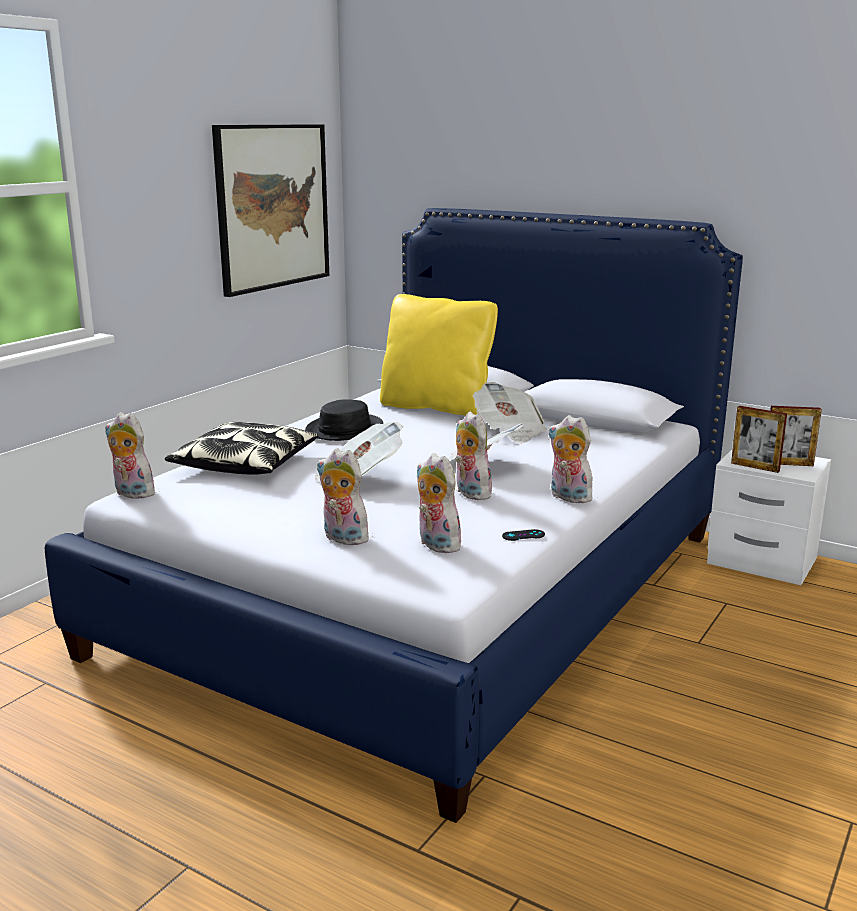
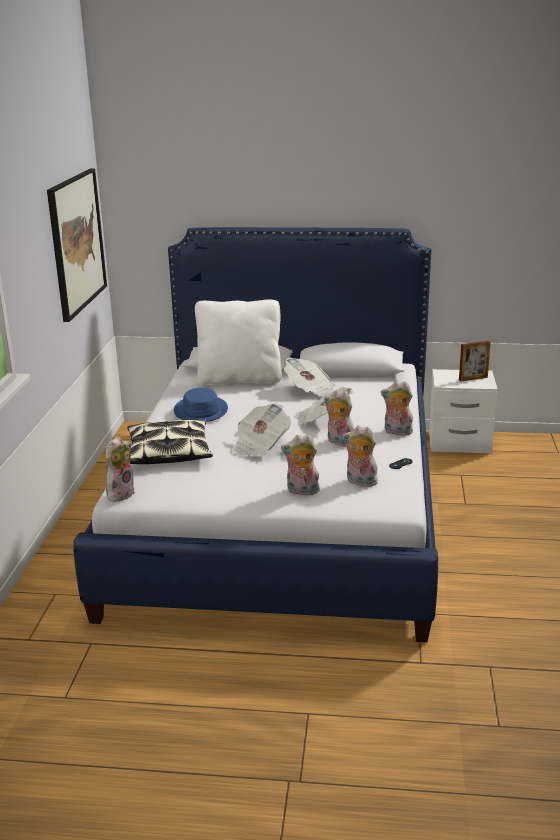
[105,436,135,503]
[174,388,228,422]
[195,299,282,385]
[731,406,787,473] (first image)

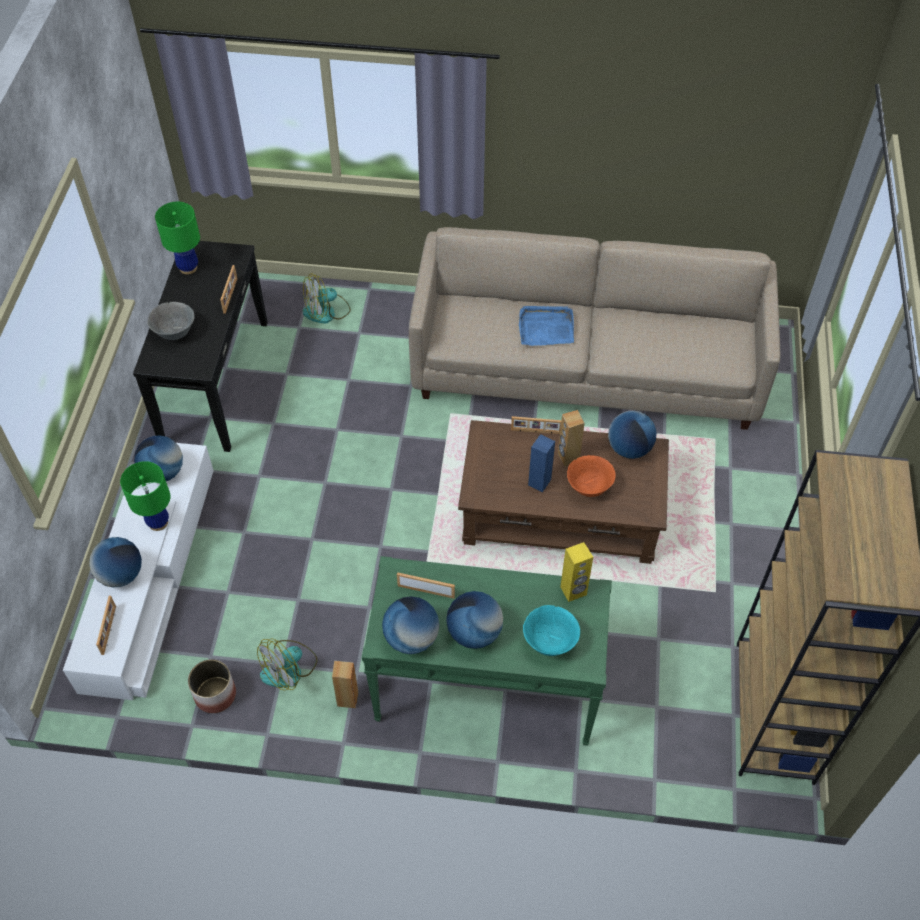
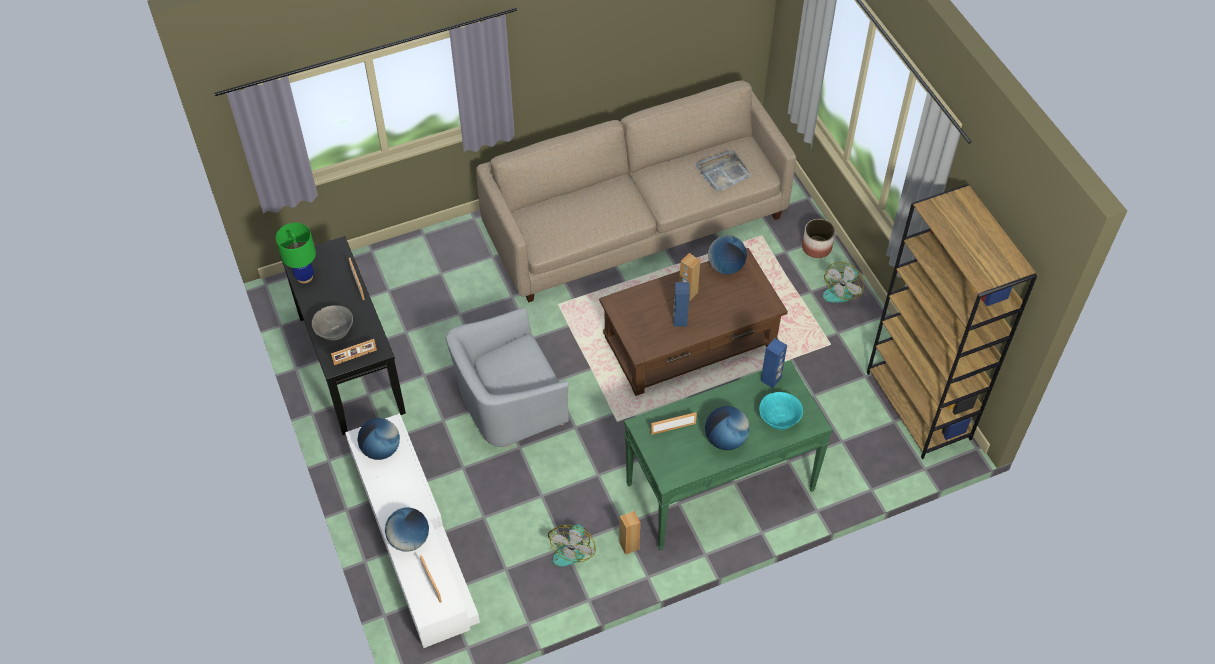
[331,339,377,365]
[446,307,569,447]
[697,150,751,192]
[761,338,787,388]
[802,219,835,258]
[822,262,864,303]
[120,461,170,531] (first image)
[382,596,439,654] (first image)
[519,306,574,346] (first image)
[567,455,616,497] (first image)

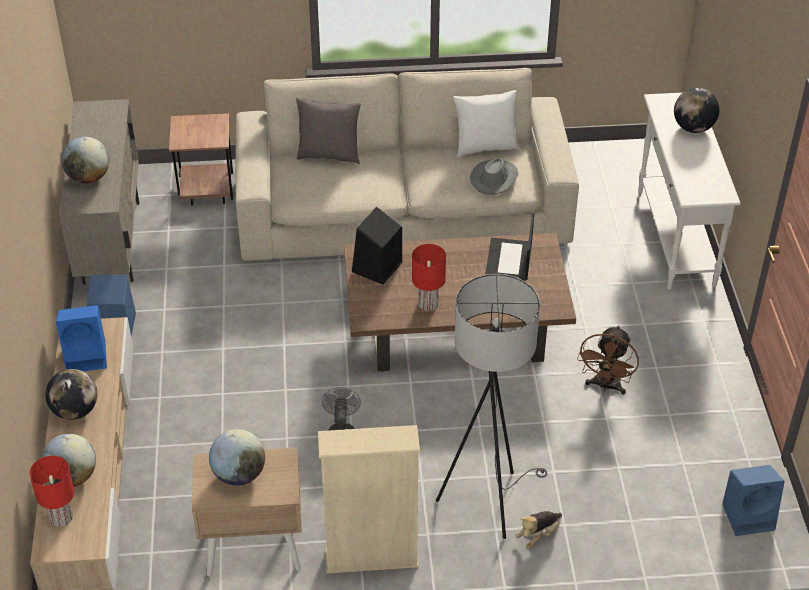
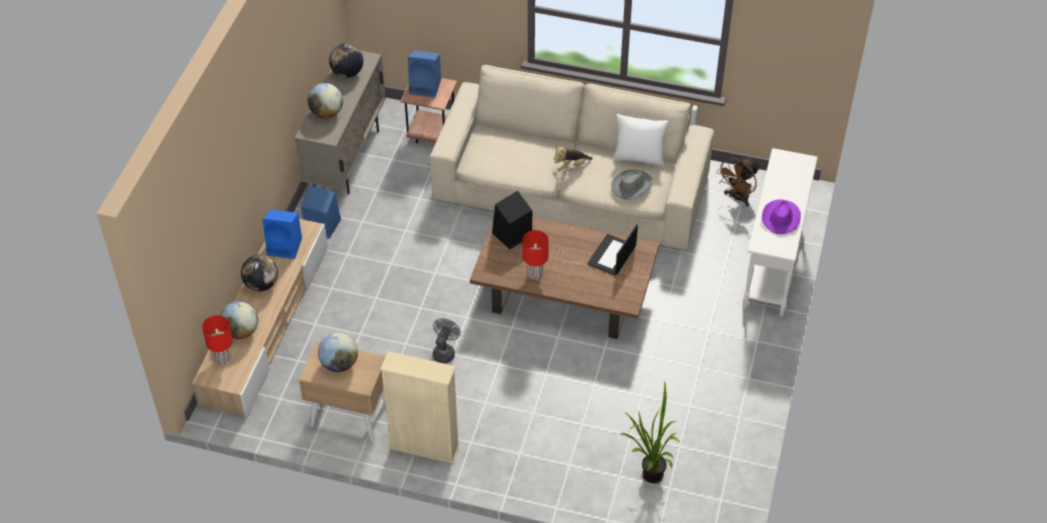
[329,43,363,78]
[408,50,441,98]
[554,147,593,171]
[620,381,680,483]
[716,157,760,206]
[762,200,801,234]
[296,98,361,164] (first image)
[436,274,547,539] (first image)

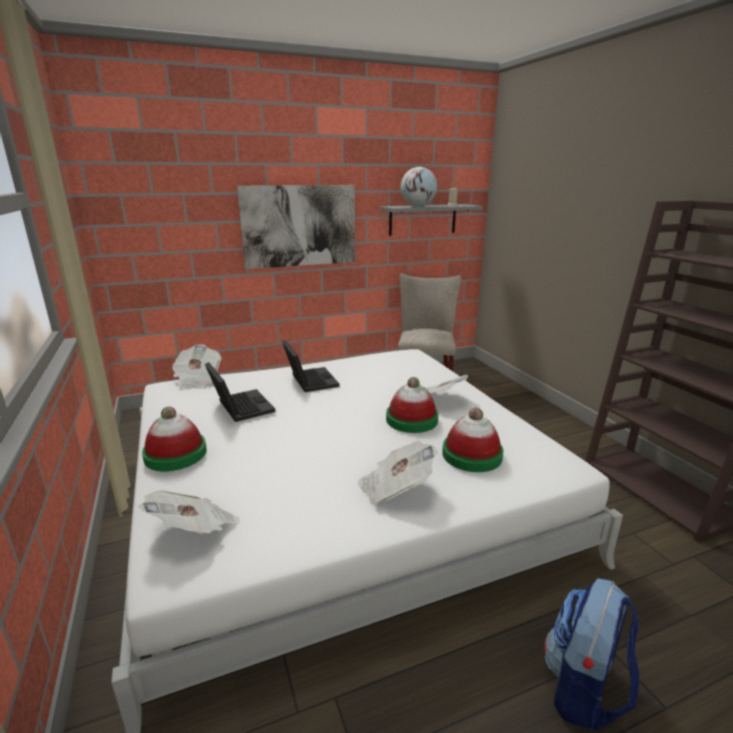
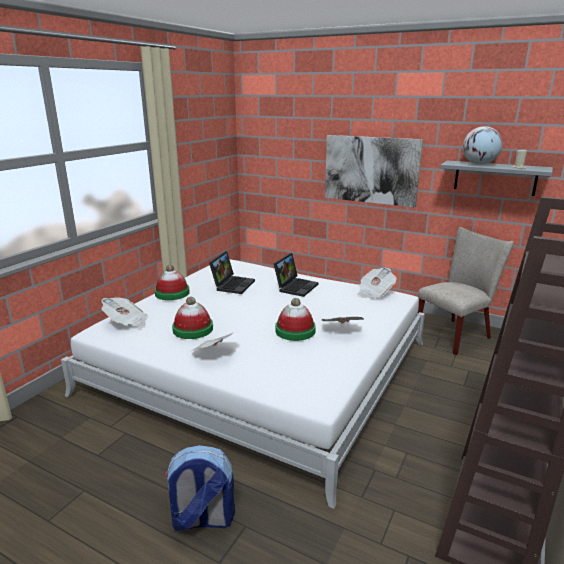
[172,297,213,339]
[357,268,396,299]

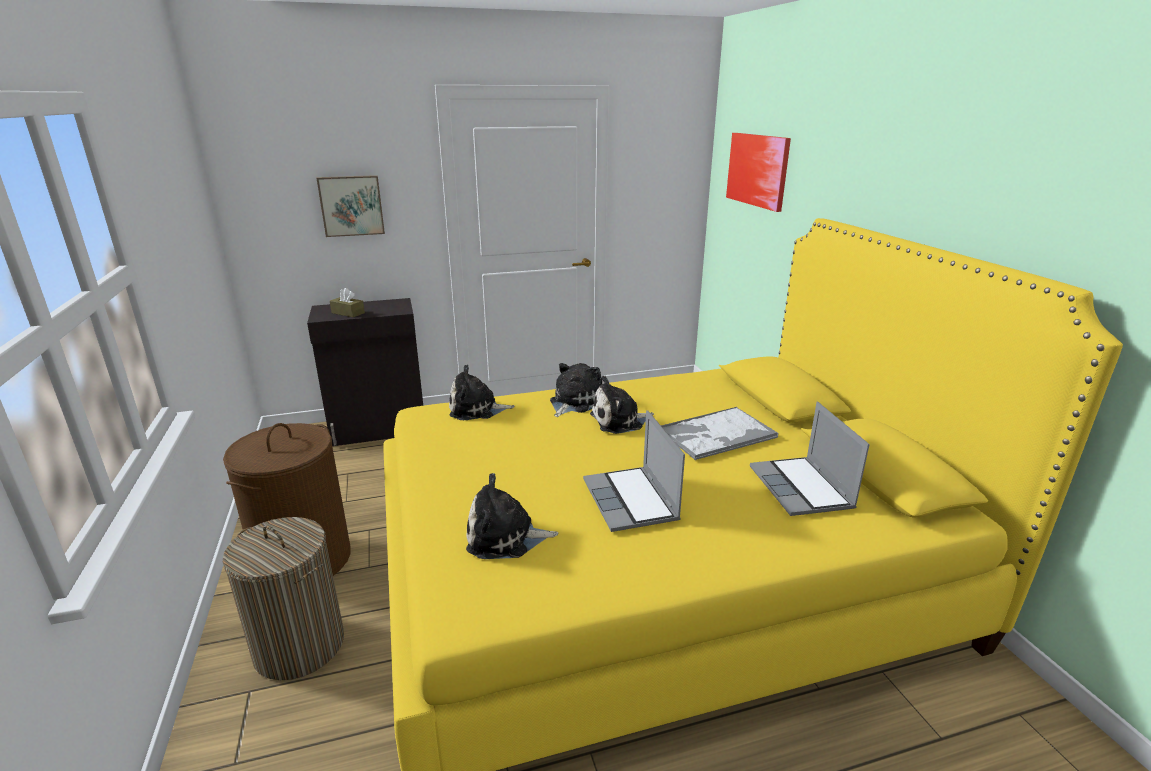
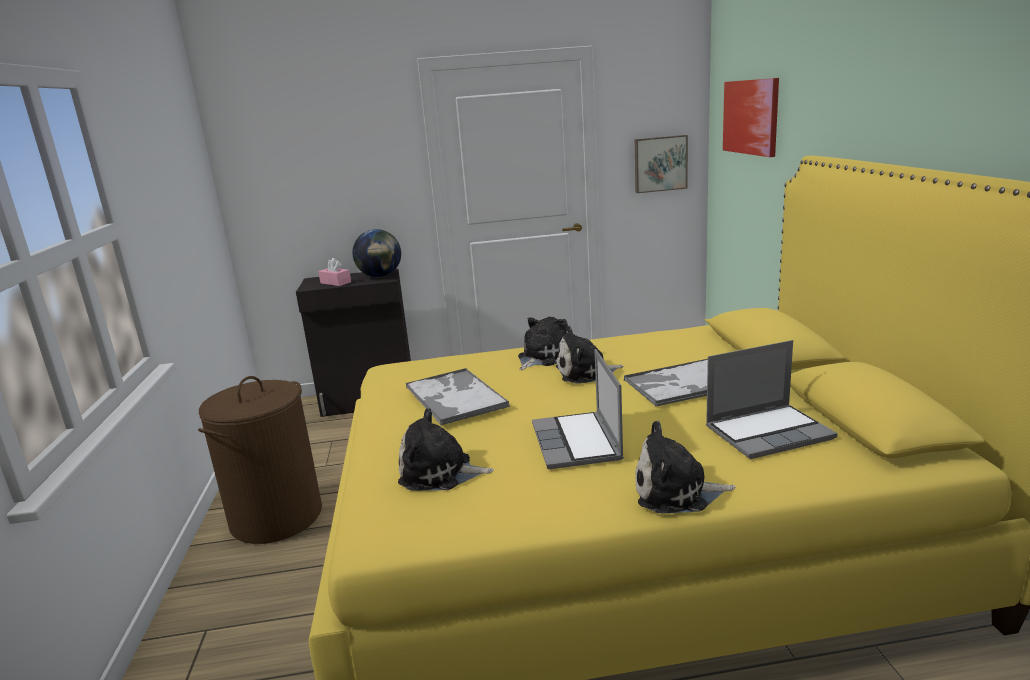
[318,258,351,286]
[352,229,401,277]
[406,368,510,426]
[635,135,688,193]
[635,421,735,513]
[706,340,838,459]
[222,517,344,680] (first image)

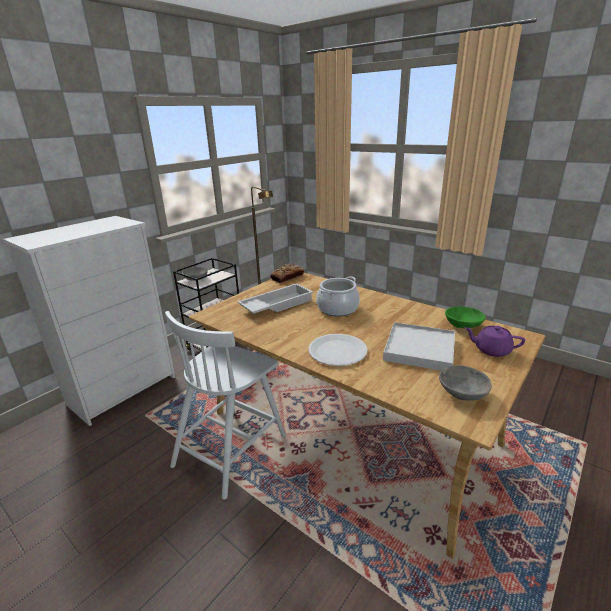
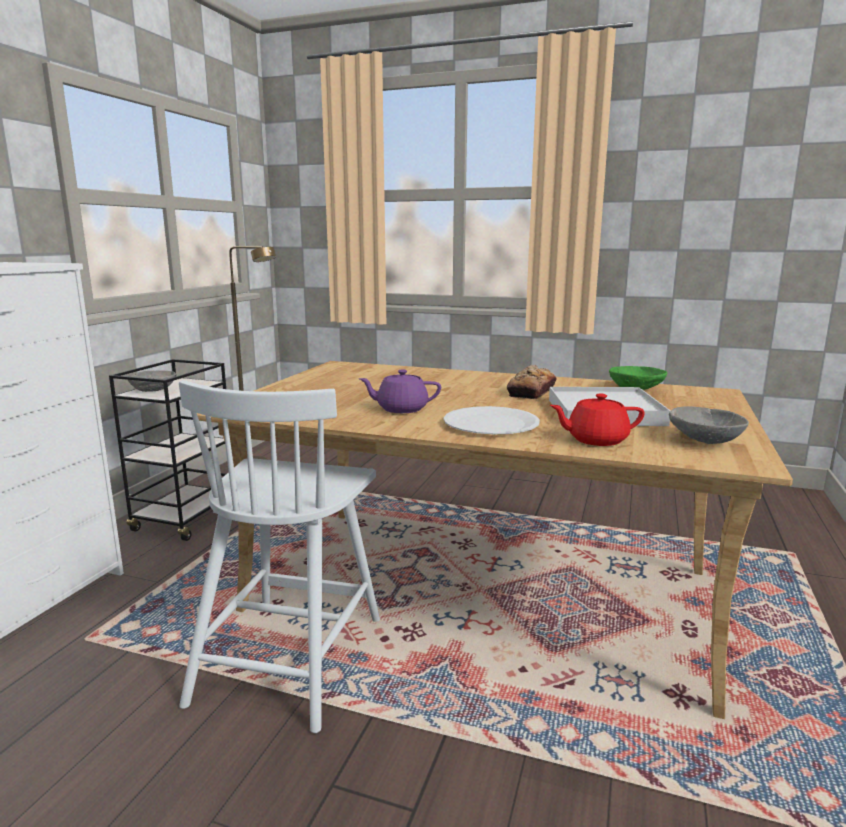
[358,369,441,413]
[507,365,557,399]
[549,393,645,446]
[238,283,313,314] (first image)
[316,276,360,317] (first image)

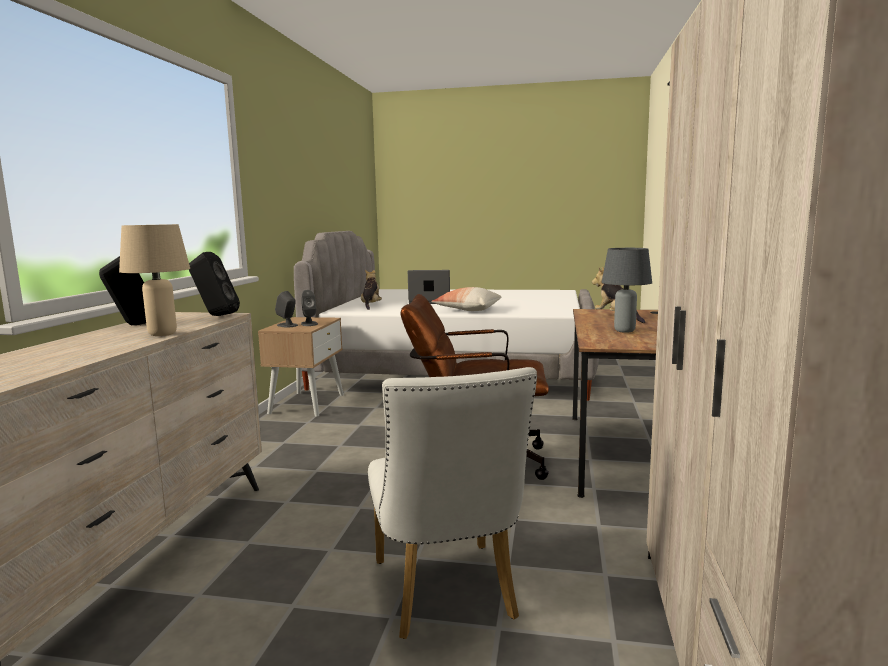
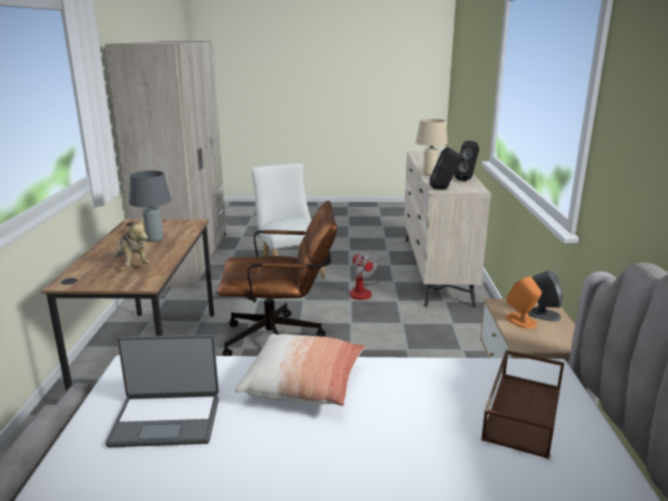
[105,334,219,447]
[350,252,379,300]
[481,350,564,459]
[505,276,542,329]

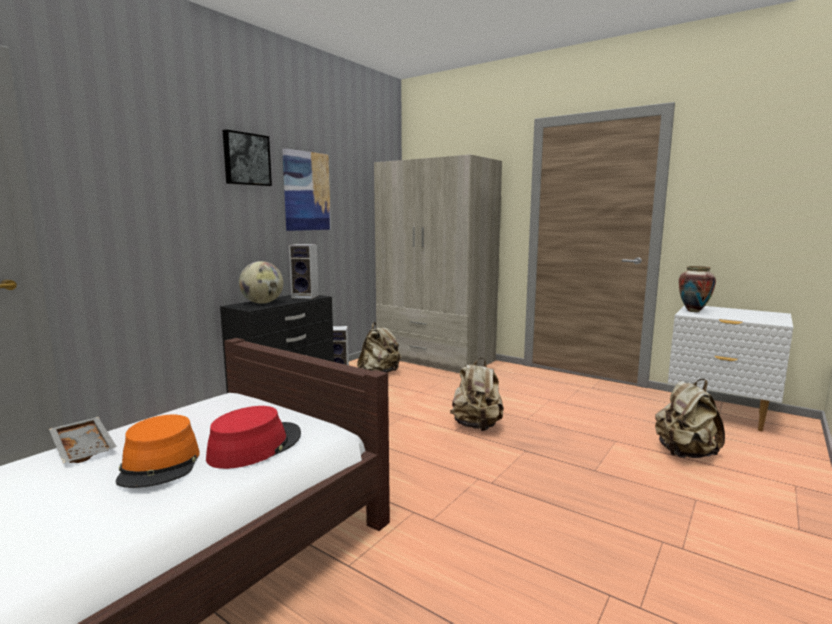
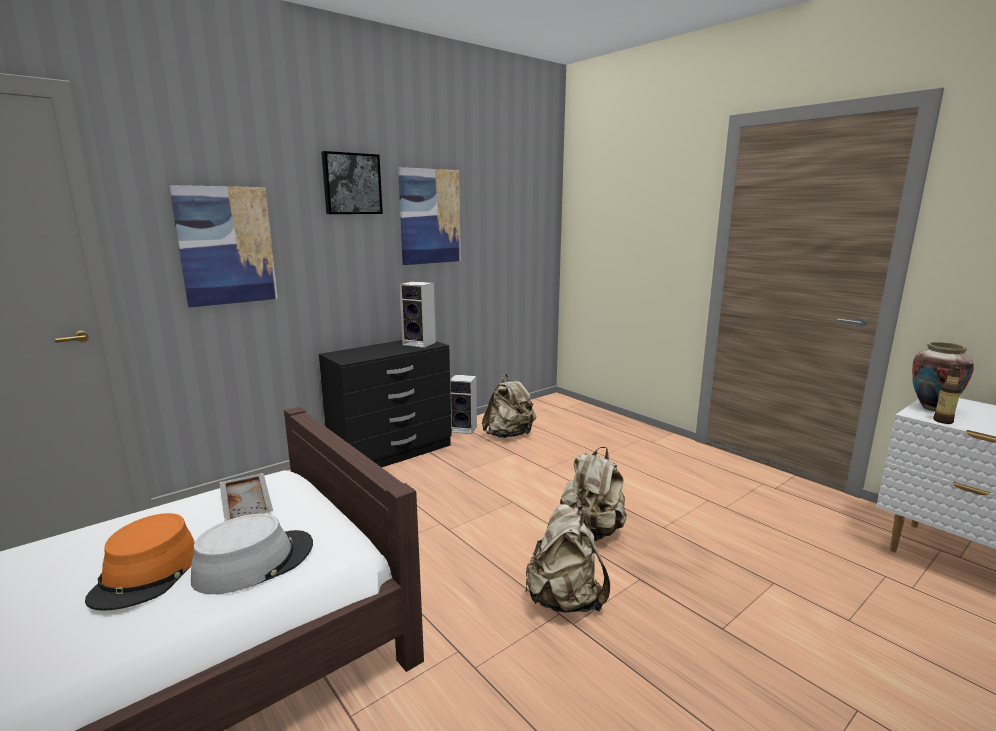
[169,185,278,308]
[191,514,313,594]
[219,473,273,521]
[525,504,610,613]
[933,365,961,424]
[239,261,283,304] (first image)
[374,154,502,373] (first image)

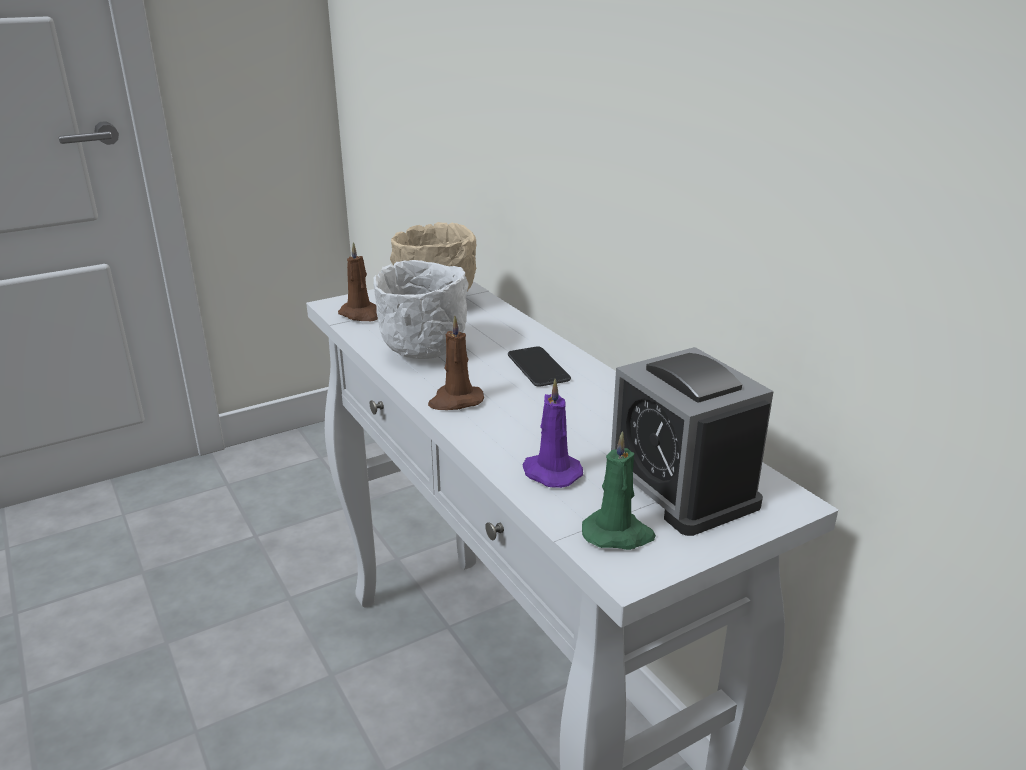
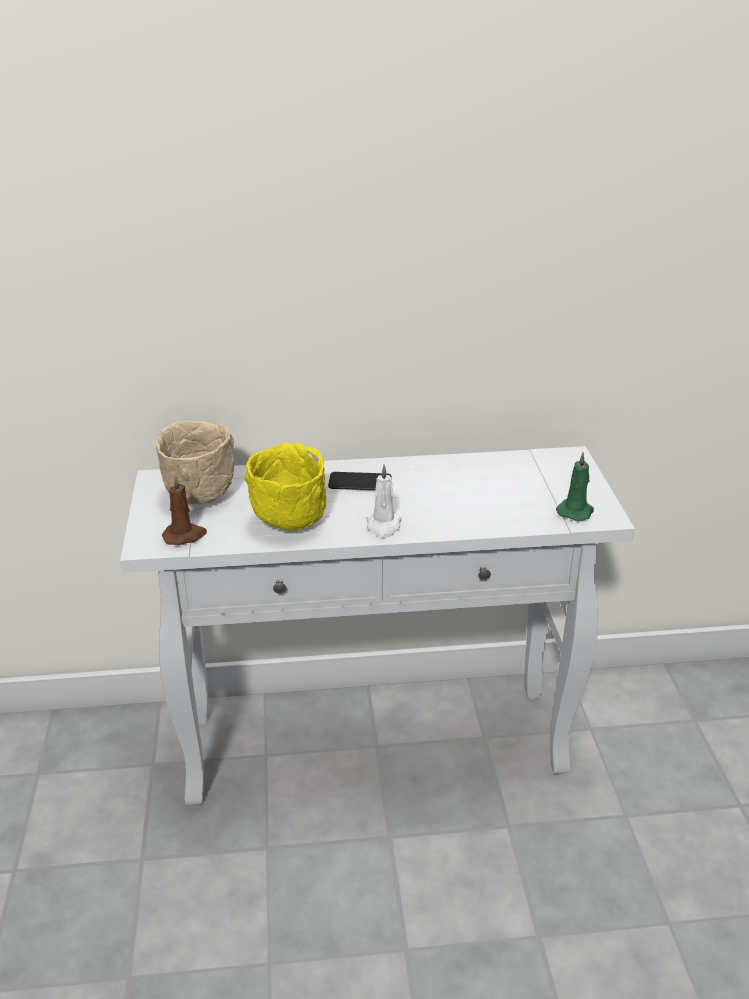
[245,443,326,530]
[366,465,402,538]
[523,379,583,488] (first image)
[611,347,774,536] (first image)

